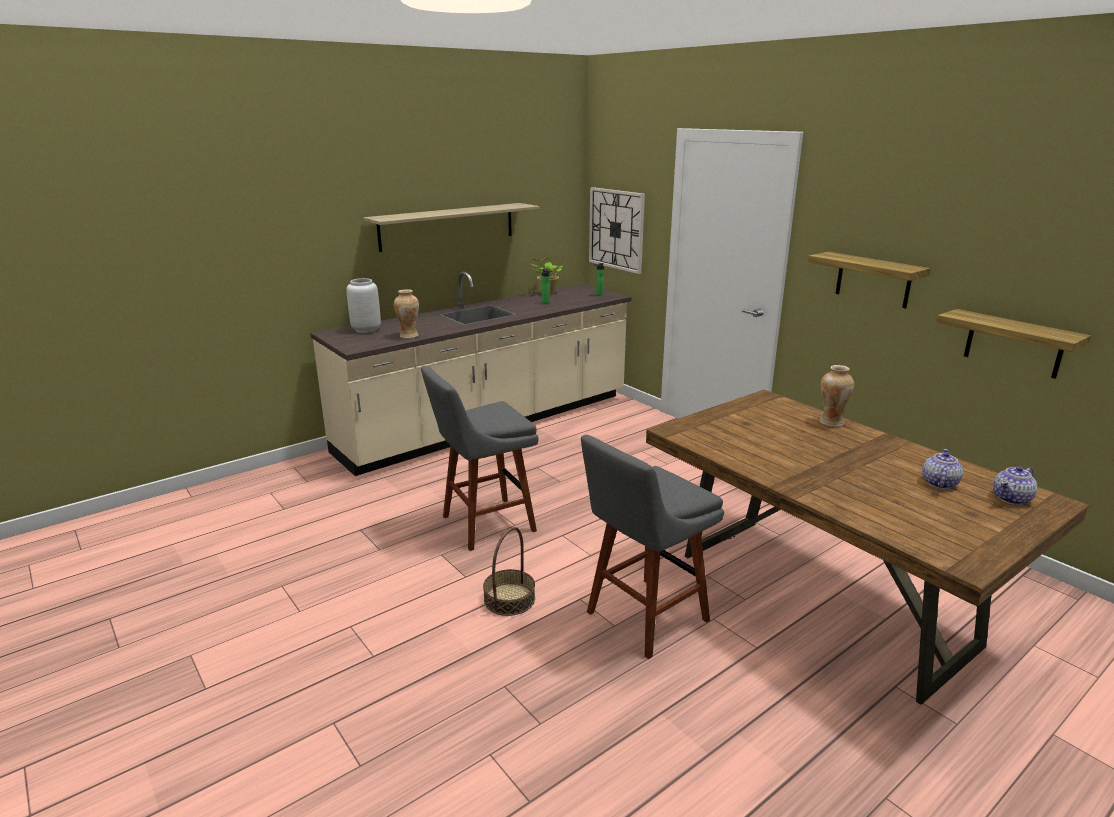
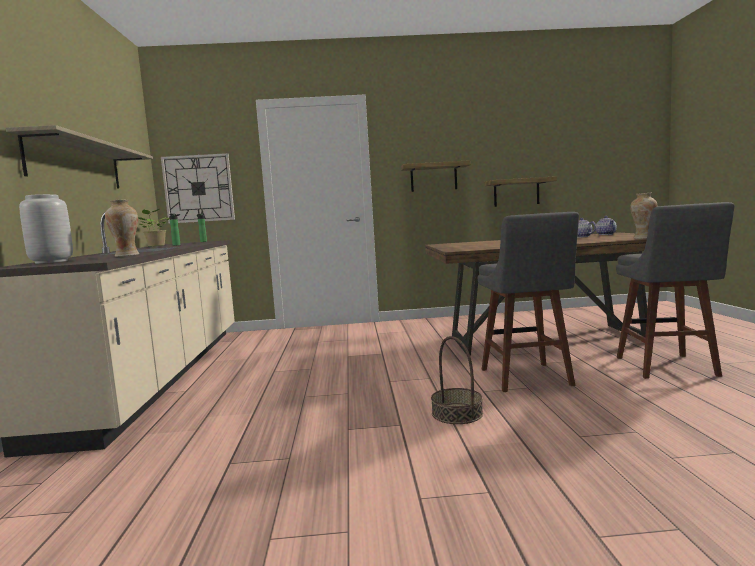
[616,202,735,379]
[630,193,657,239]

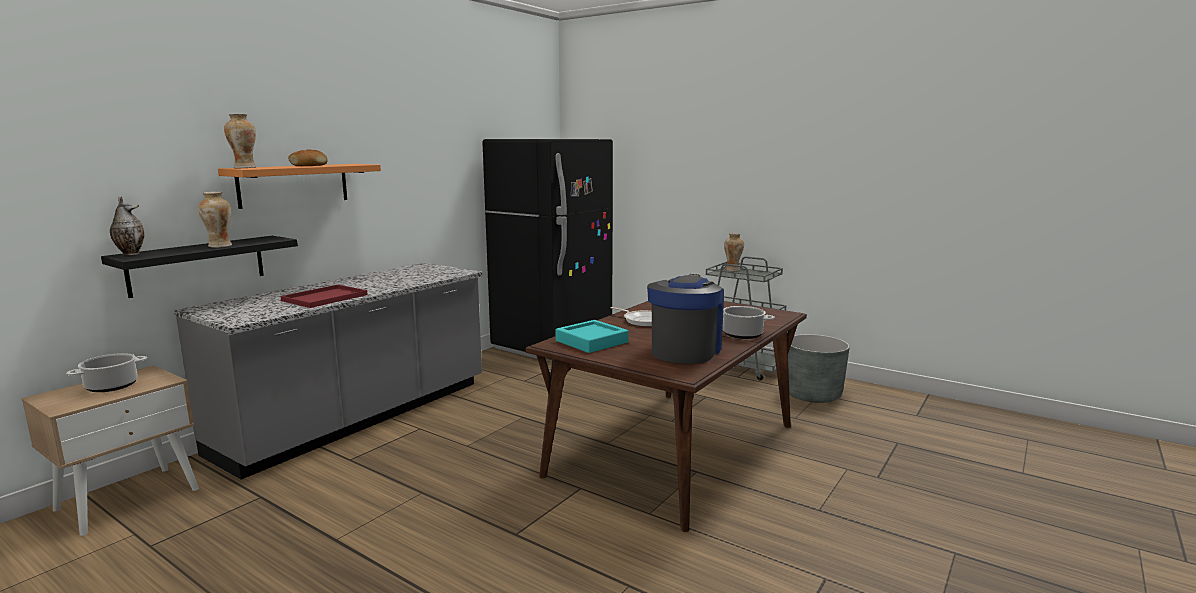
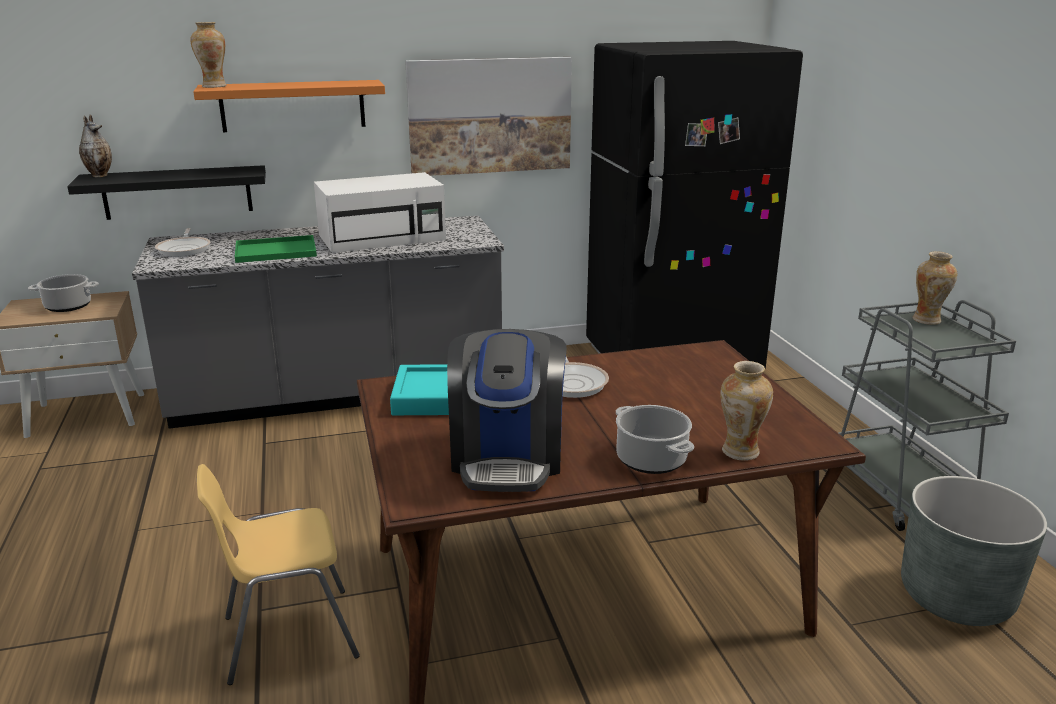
[155,228,210,257]
[197,464,360,685]
[235,235,317,263]
[314,172,446,253]
[405,57,572,176]
[447,329,567,492]
[720,361,773,461]
[288,149,328,166] (first image)

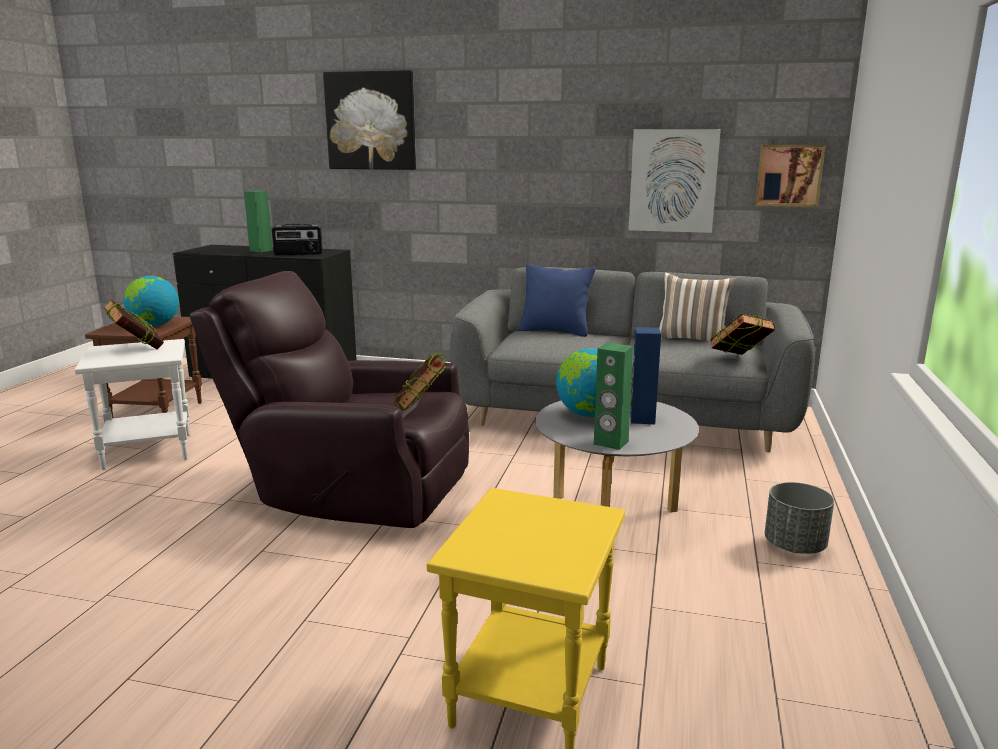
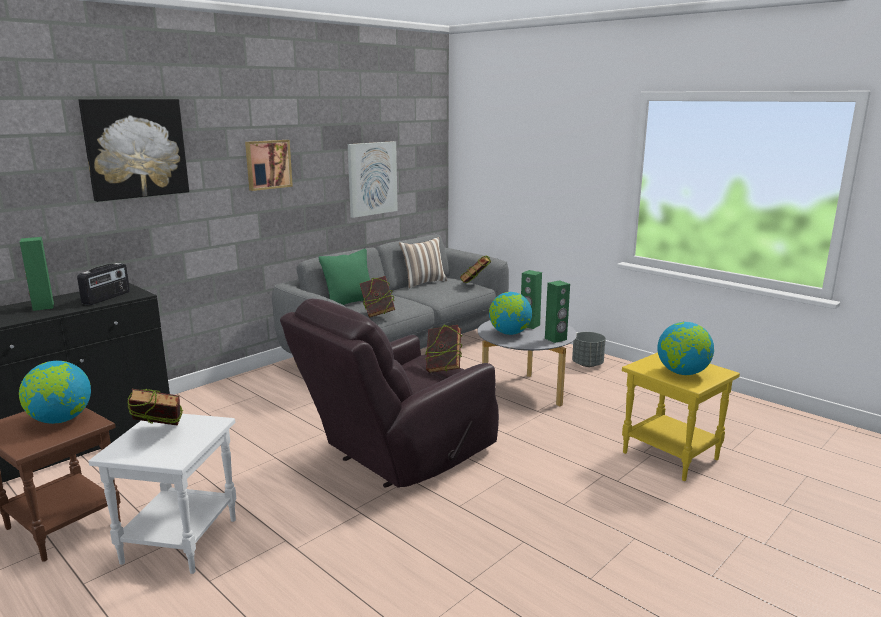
[245,140,293,191]
[319,249,370,305]
[360,276,395,318]
[521,270,542,329]
[657,322,714,375]

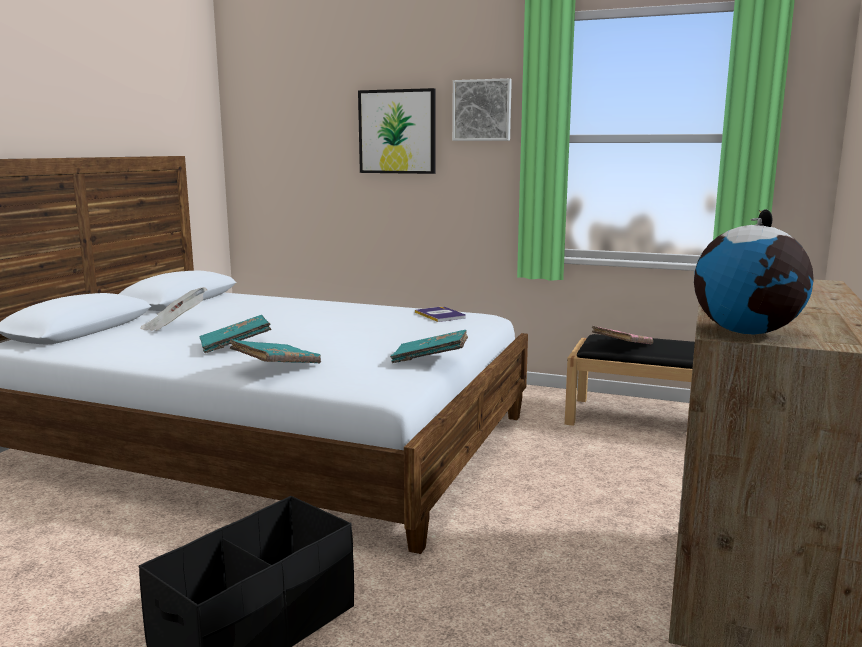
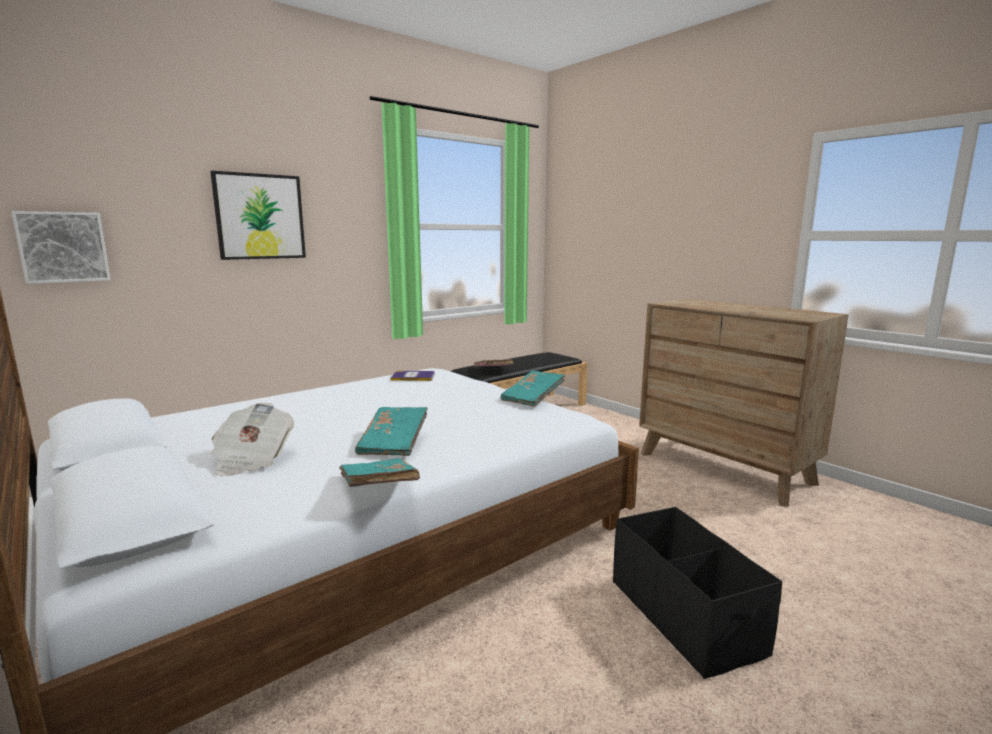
[11,211,111,284]
[339,458,420,487]
[694,209,814,335] (first image)

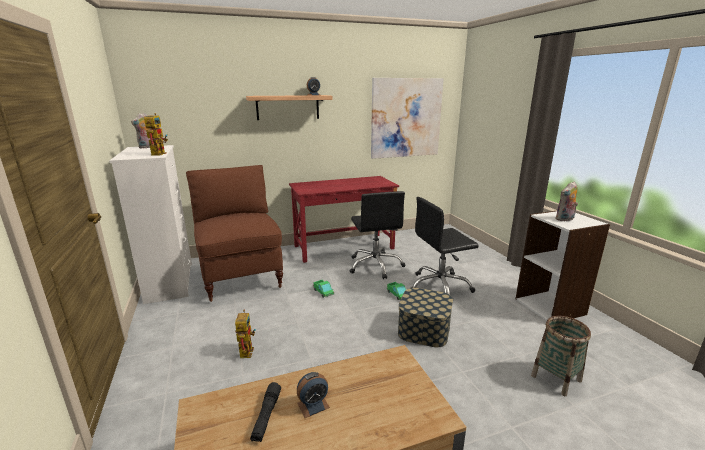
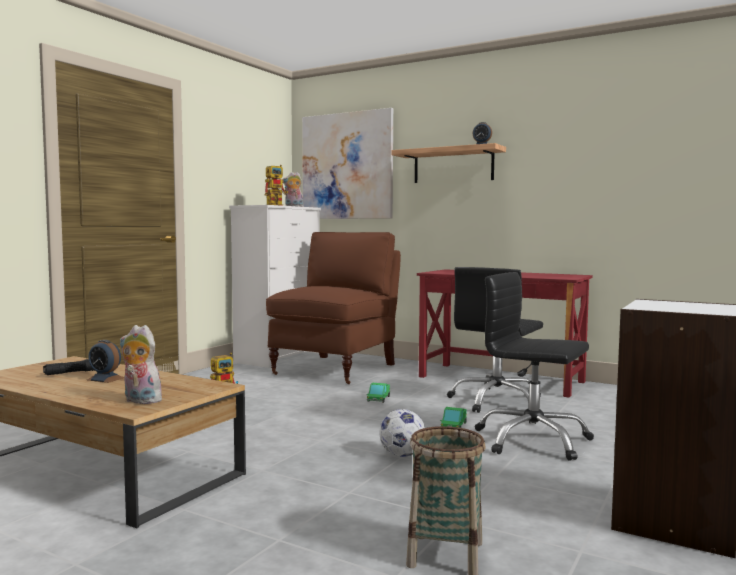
[120,325,167,404]
[302,108,393,219]
[379,409,425,457]

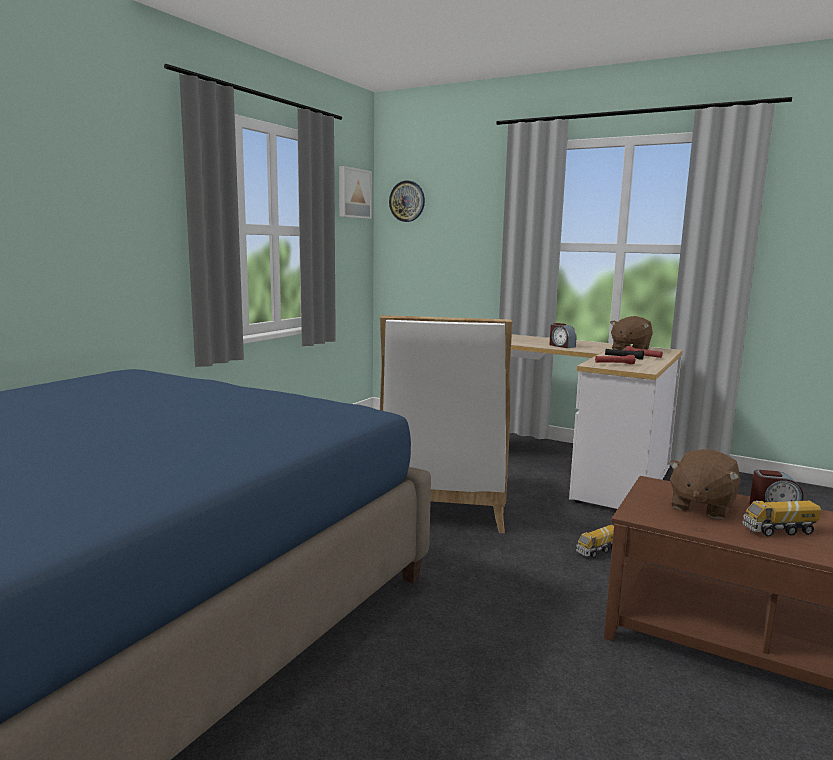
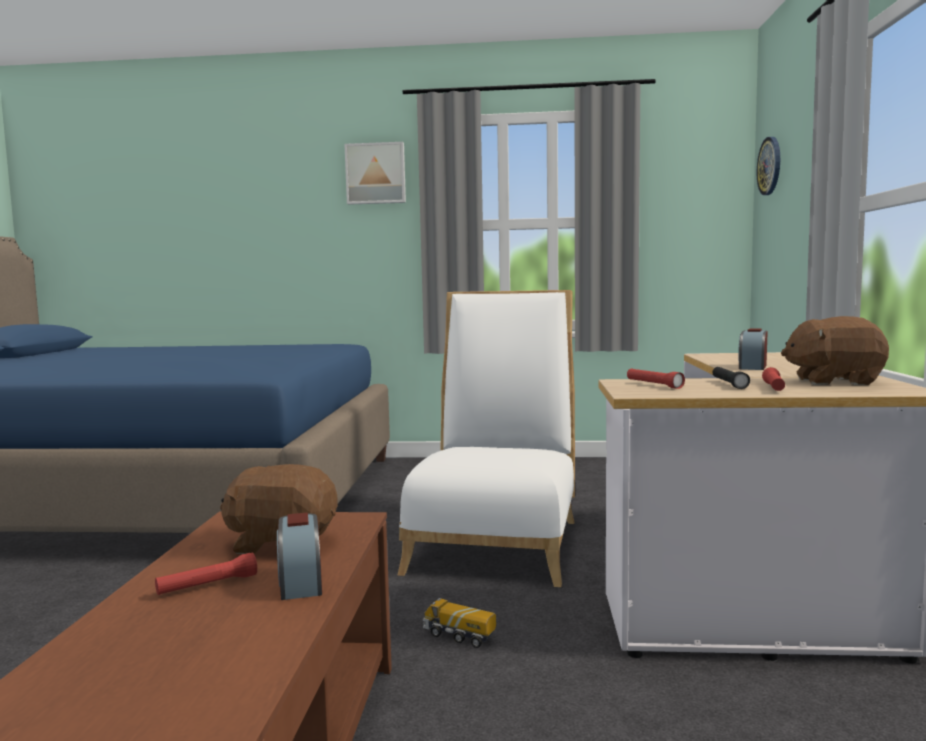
[155,553,257,595]
[344,142,406,205]
[398,290,575,587]

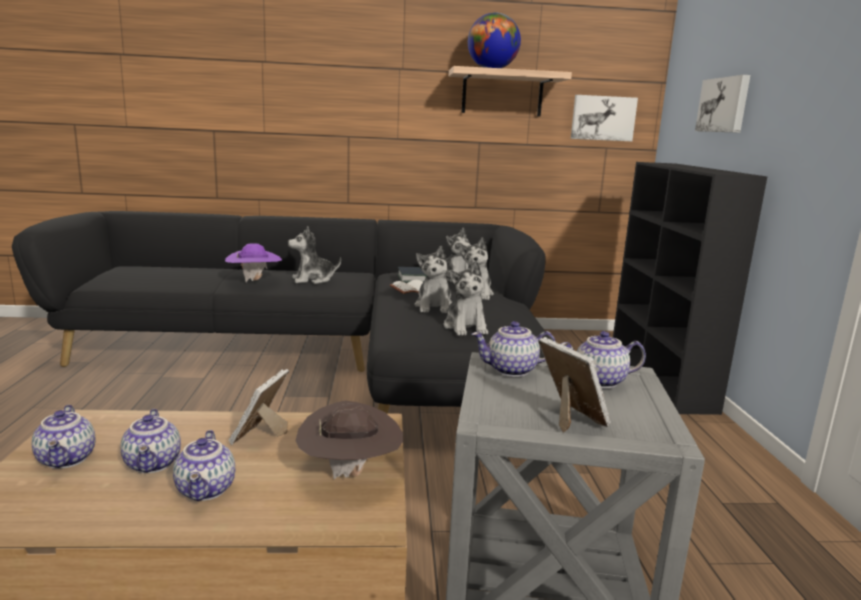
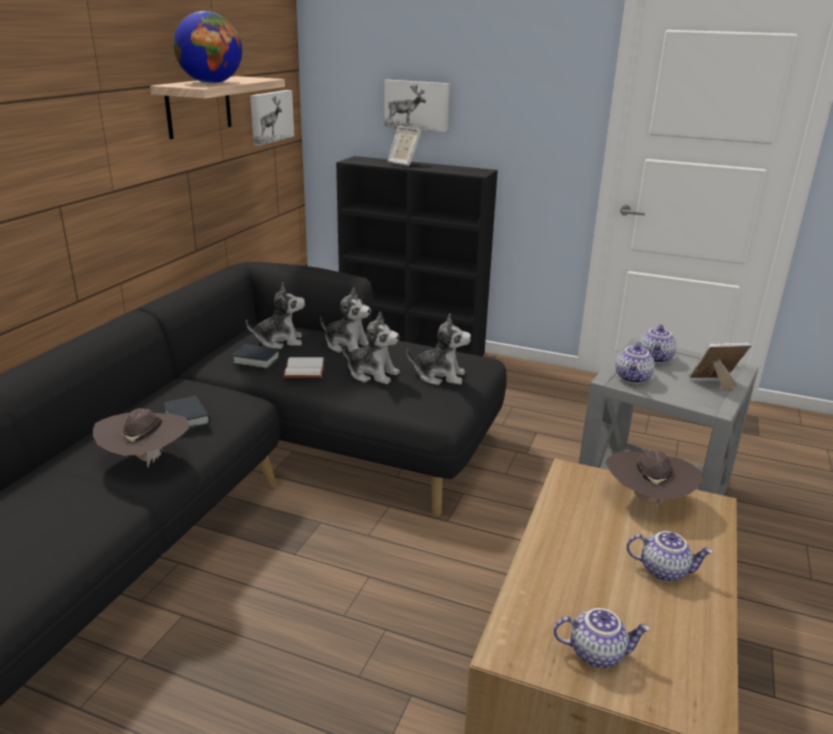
[93,408,189,468]
[164,396,210,430]
[388,126,422,166]
[120,409,181,473] (first image)

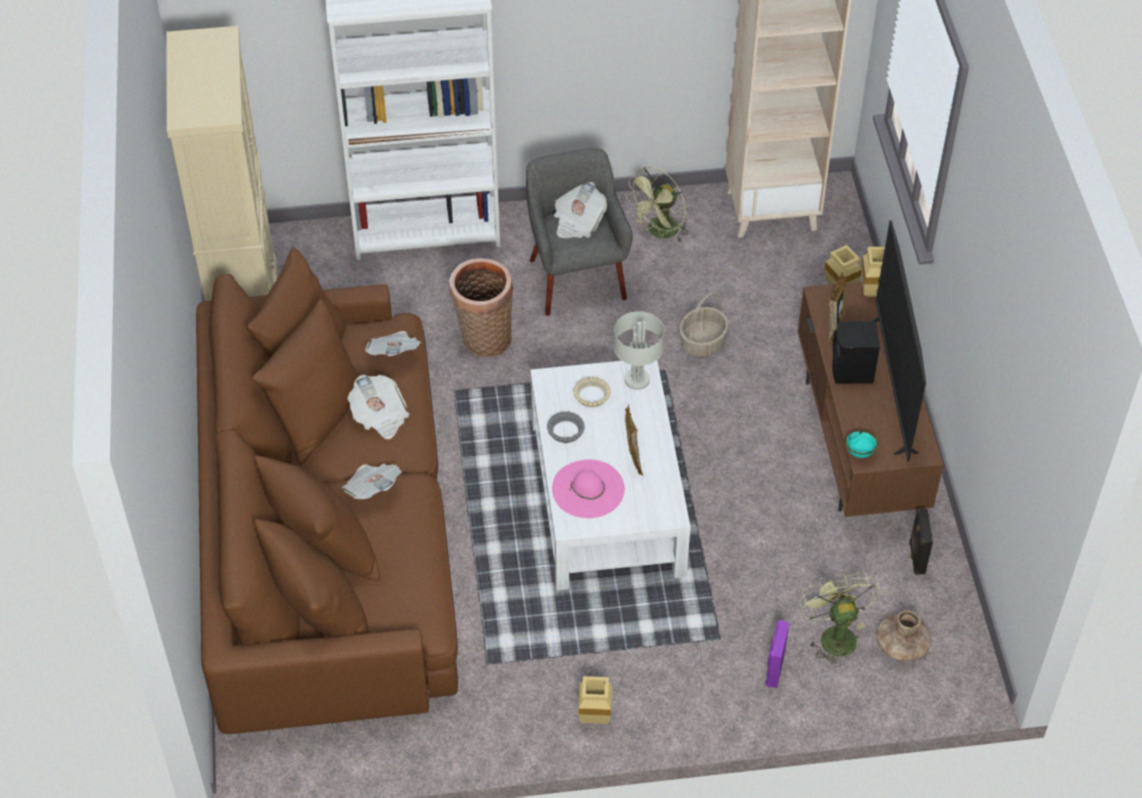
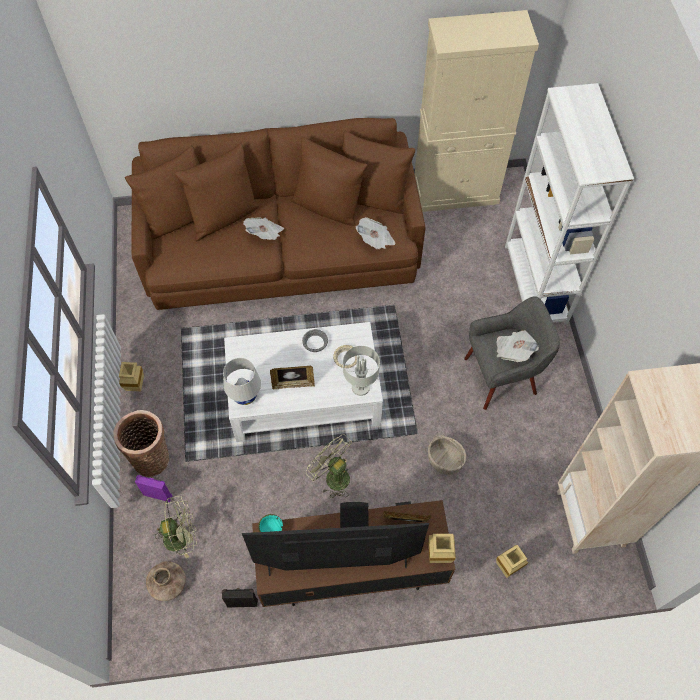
[113,410,169,477]
[223,358,261,405]
[306,434,352,498]
[347,375,409,439] (first image)
[552,460,625,518] (first image)

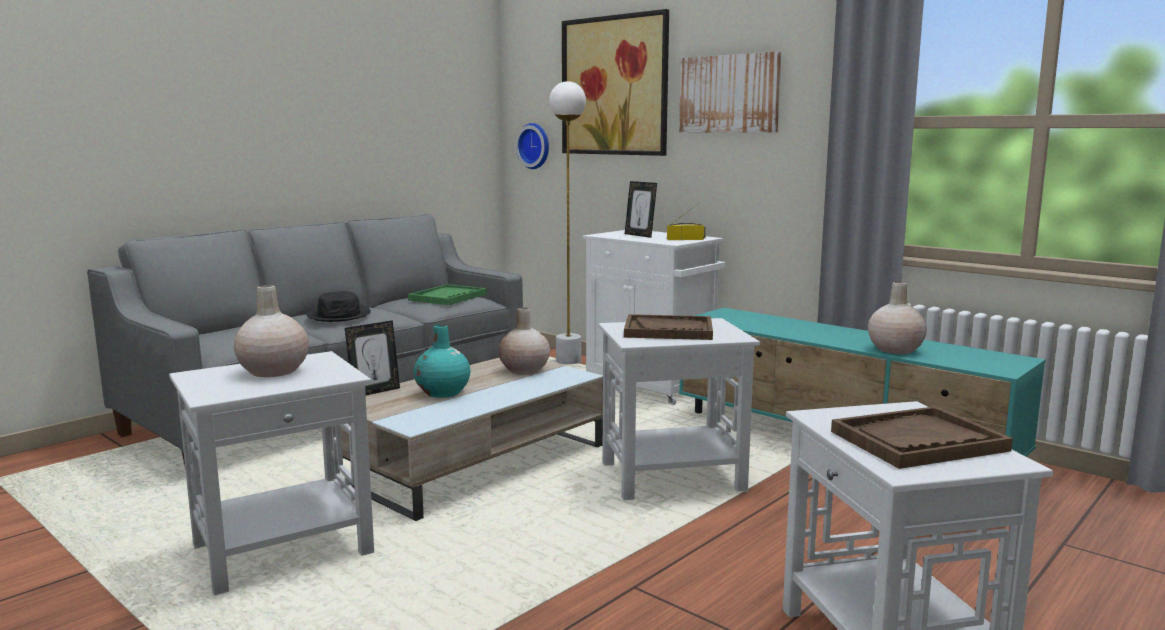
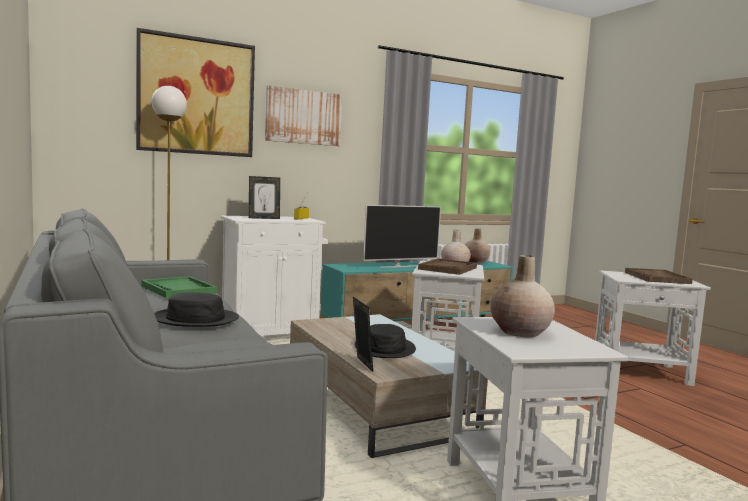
[354,324,416,358]
[363,205,441,268]
[465,228,490,264]
[515,123,549,169] (first image)

